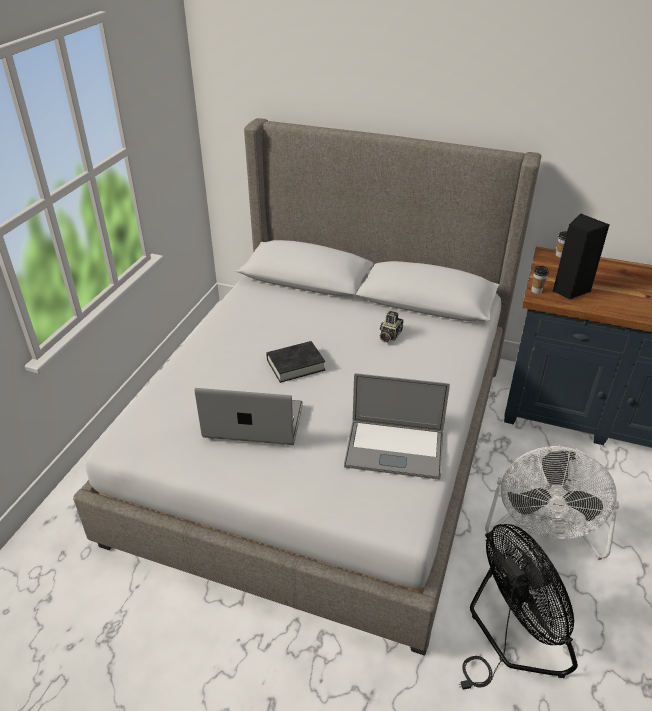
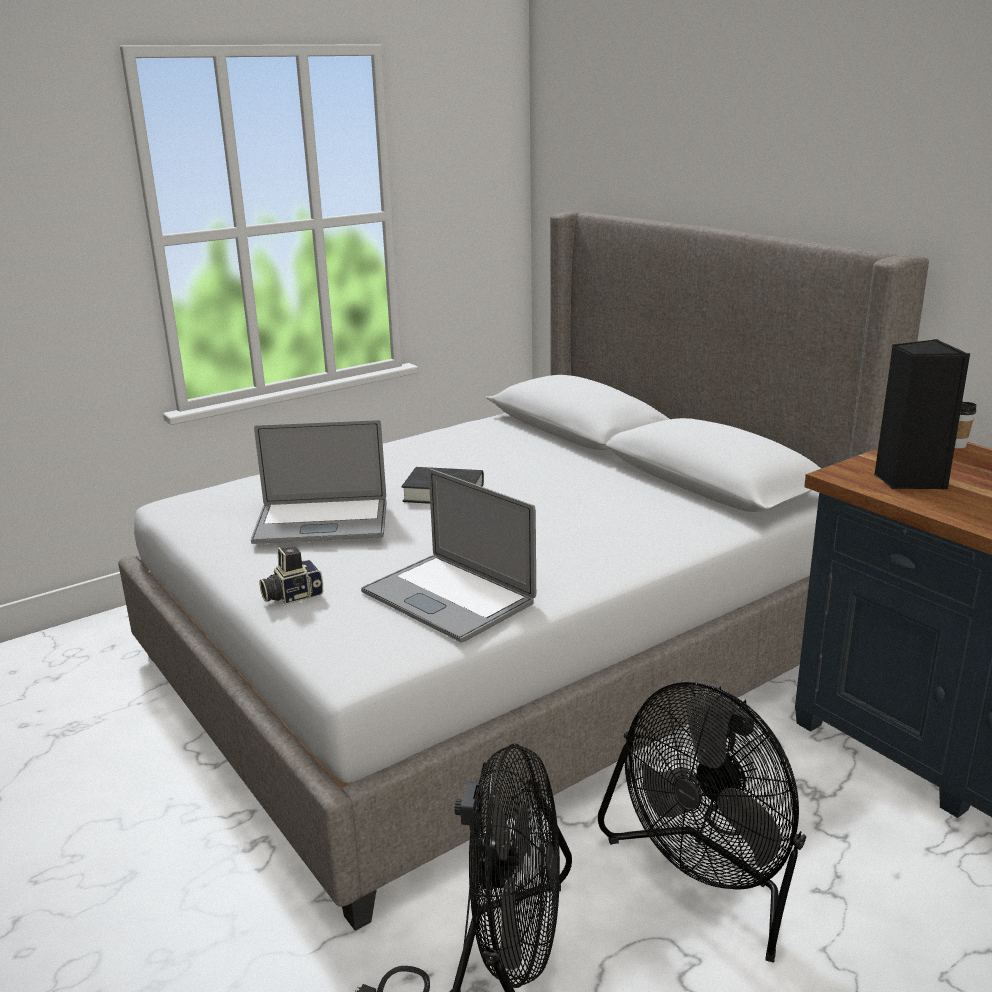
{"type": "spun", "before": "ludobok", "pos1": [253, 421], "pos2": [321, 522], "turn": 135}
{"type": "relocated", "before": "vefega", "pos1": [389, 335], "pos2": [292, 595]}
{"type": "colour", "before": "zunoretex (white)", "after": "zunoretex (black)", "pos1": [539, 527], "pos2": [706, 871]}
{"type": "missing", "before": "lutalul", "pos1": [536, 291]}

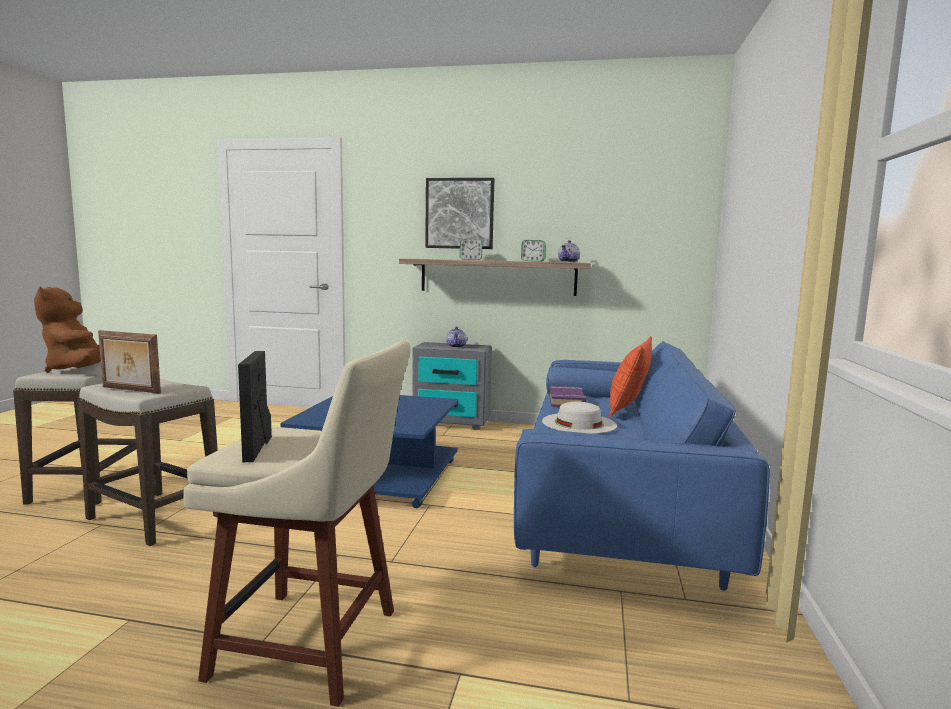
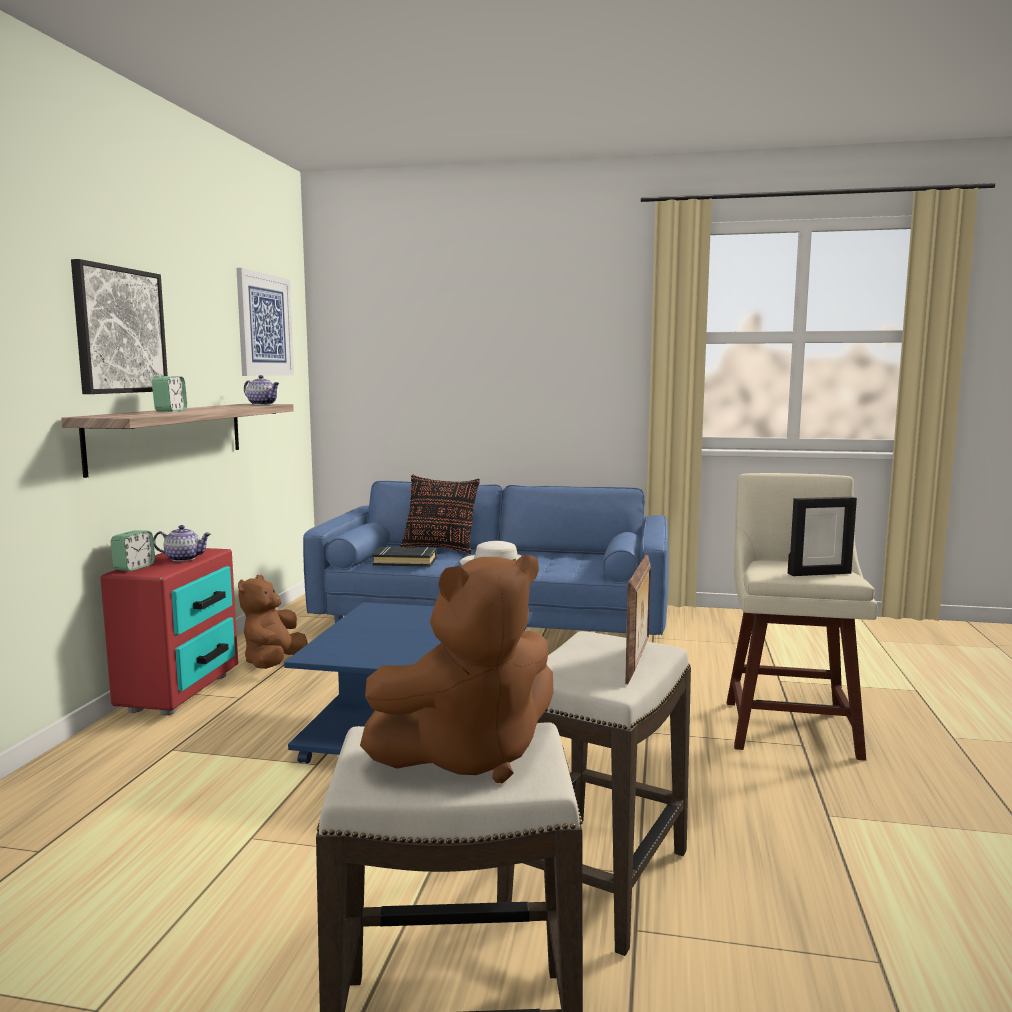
{"type": "colour", "before": "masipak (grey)", "after": "masipak (red)", "pos1": [451, 424], "pos2": [182, 693]}
{"type": "relocated", "before": "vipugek", "pos1": [533, 261], "pos2": [134, 567]}
{"type": "appeared", "after": "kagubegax", "pos2": [264, 325]}
{"type": "appeared", "after": "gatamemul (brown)", "pos2": [273, 664]}
{"type": "colour", "before": "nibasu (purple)", "after": "nibasu (black)", "pos1": [566, 401], "pos2": [405, 561]}
{"type": "colour", "before": "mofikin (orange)", "after": "mofikin (black)", "pos1": [627, 410], "pos2": [440, 549]}

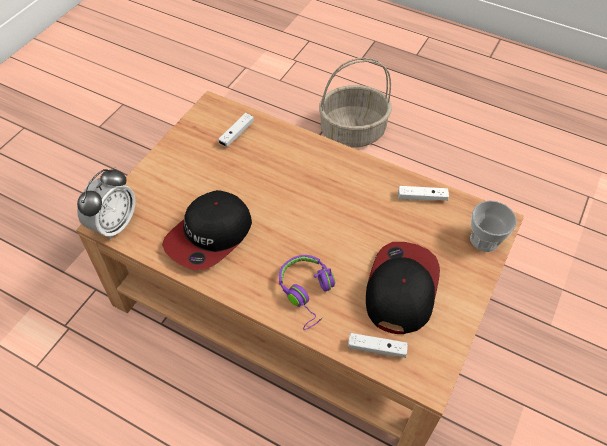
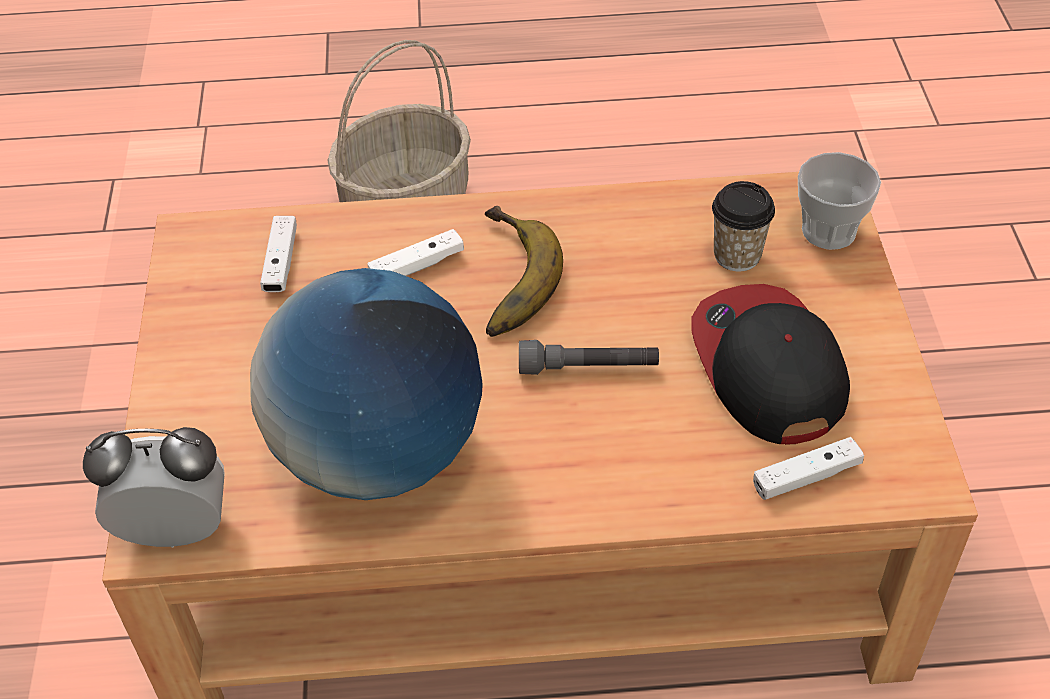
{"type": "spun", "before": "vipugek", "pos1": [114, 225], "pos2": [175, 531], "turn": -90}
{"type": "exchanged", "before": "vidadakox", "after": "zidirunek", "pos1": [210, 235], "pos2": [378, 454]}
{"type": "relocated", "before": "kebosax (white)", "pos1": [422, 197], "pos2": [417, 266]}
{"type": "appeared", "after": "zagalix", "pos2": [501, 280]}
{"type": "appeared", "after": "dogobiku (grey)", "pos2": [588, 368]}
{"type": "appeared", "after": "lutalul", "pos2": [737, 255]}
{"type": "missing", "before": "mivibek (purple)", "pos1": [307, 293]}

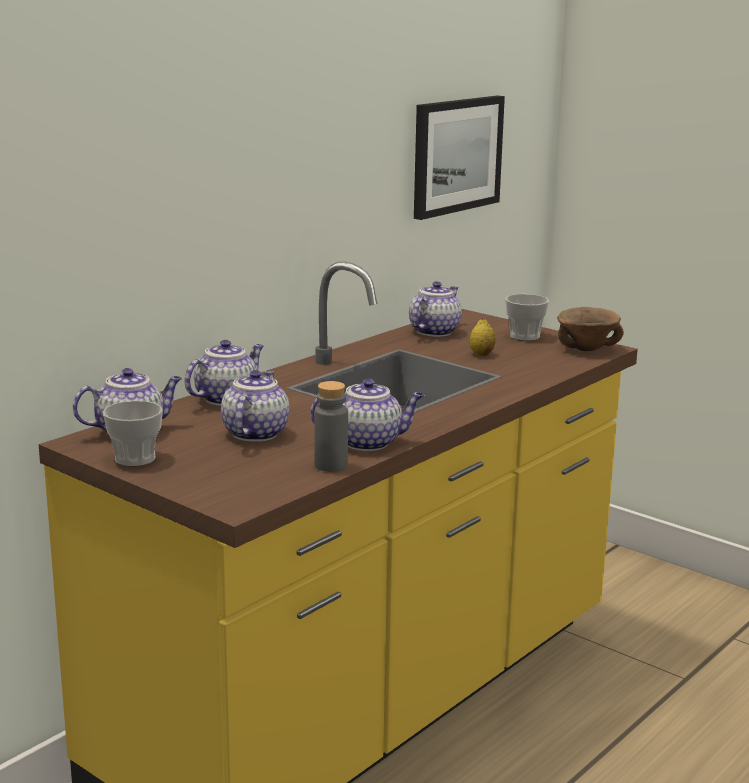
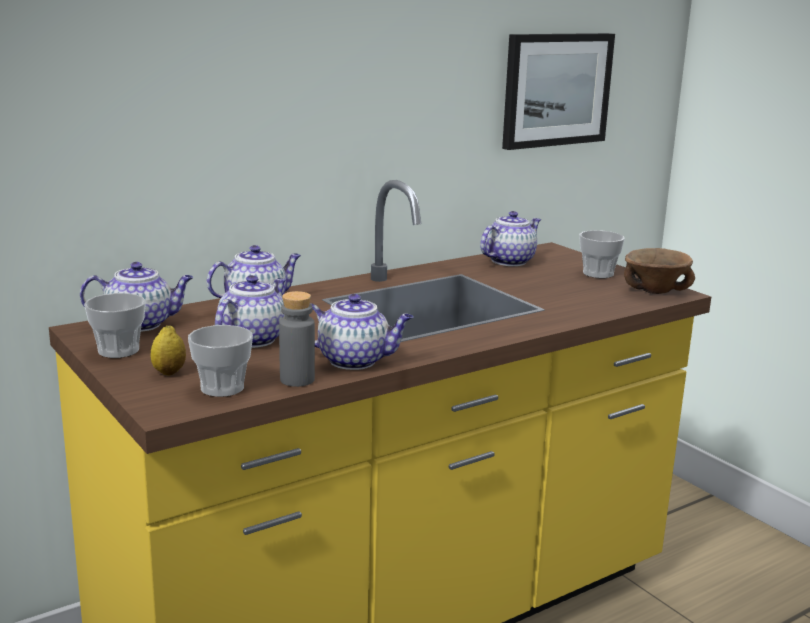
{"type": "relocated", "before": "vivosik", "pos1": [481, 354], "pos2": [169, 372]}
{"type": "appeared", "after": "lutalul", "pos2": [222, 388]}

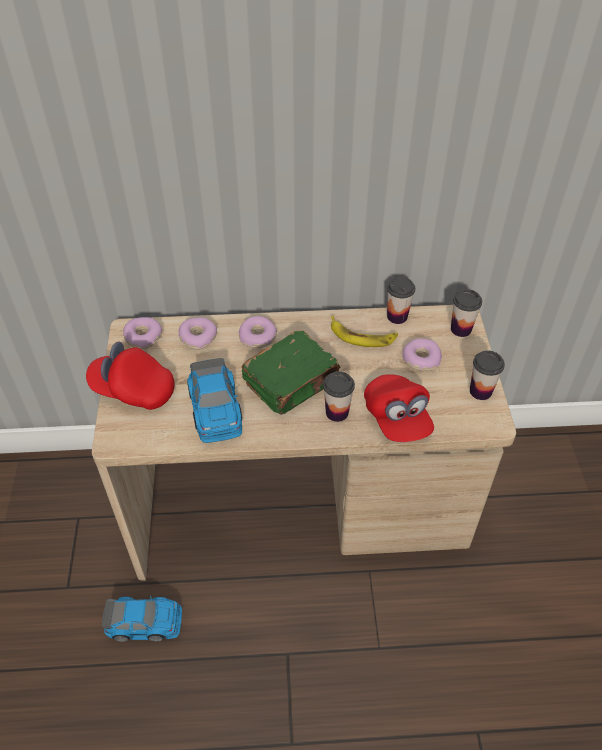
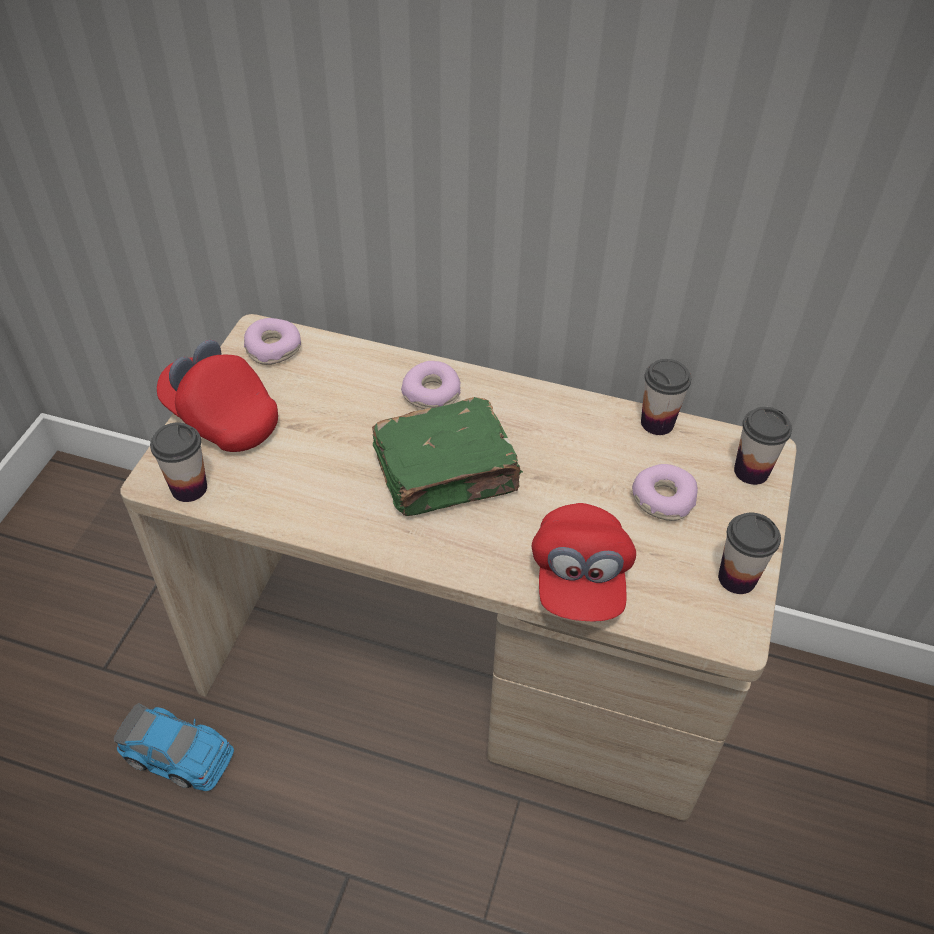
{"type": "relocated", "before": "lutalul", "pos1": [337, 412], "pos2": [189, 488]}
{"type": "missing", "before": "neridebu", "pos1": [198, 337]}
{"type": "missing", "before": "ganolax", "pos1": [215, 409]}
{"type": "missing", "before": "zagalix", "pos1": [362, 336]}

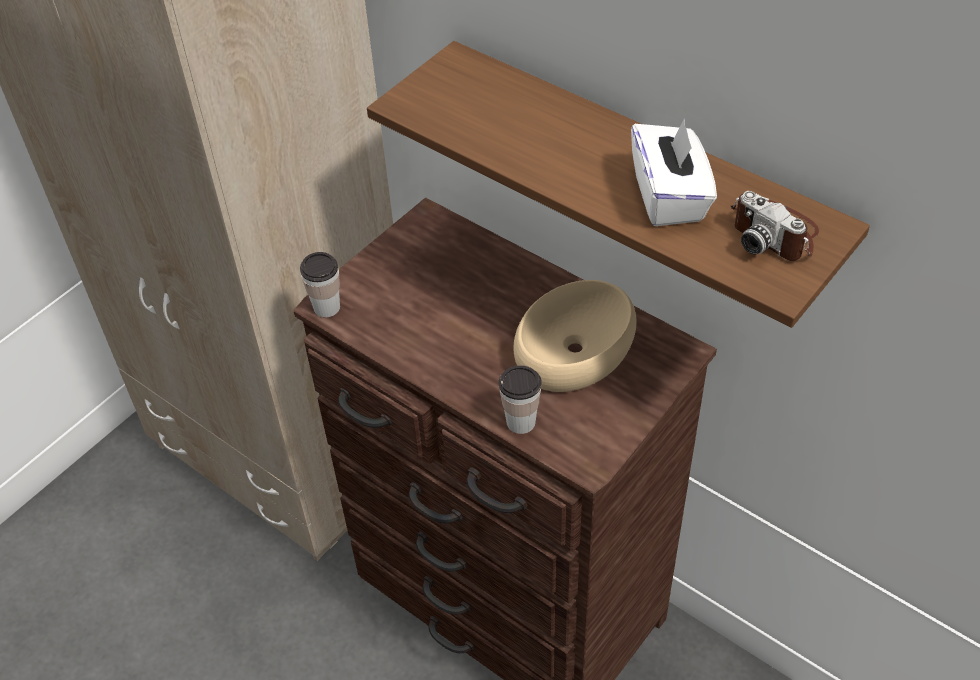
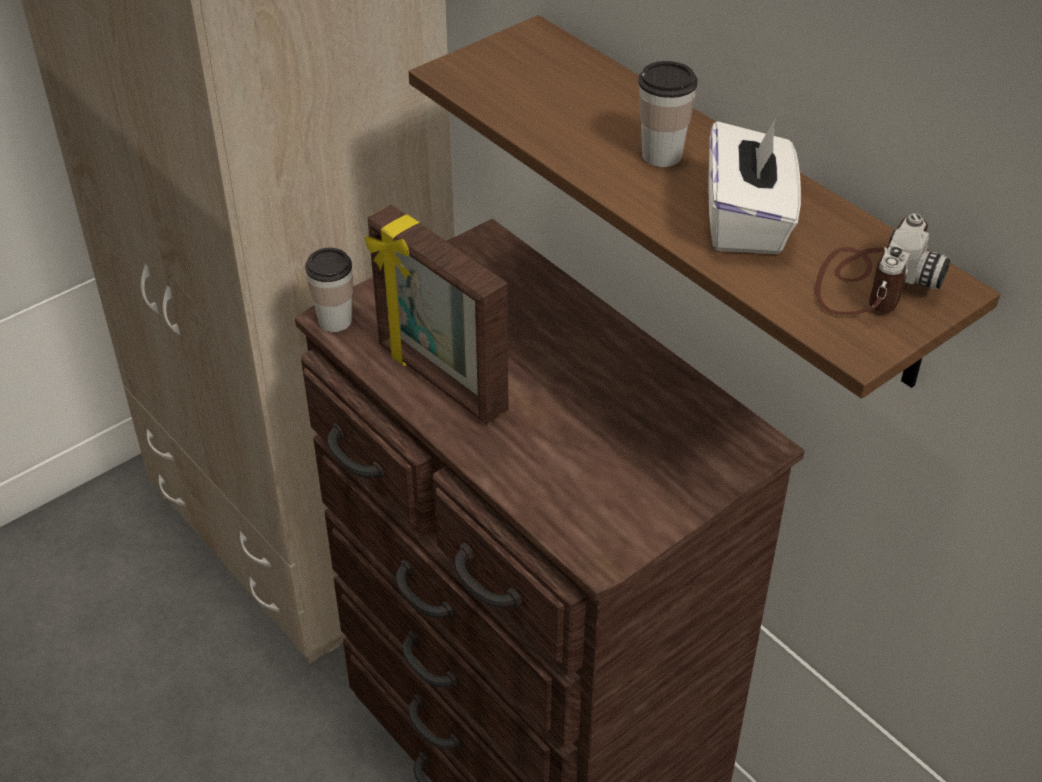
{"type": "appeared", "after": "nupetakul", "pos2": [440, 379]}
{"type": "relocated", "before": "lutalul", "pos1": [520, 422], "pos2": [661, 155]}
{"type": "spun", "before": "vefega", "pos1": [774, 233], "pos2": [870, 282], "turn": -120}
{"type": "missing", "before": "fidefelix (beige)", "pos1": [575, 351]}

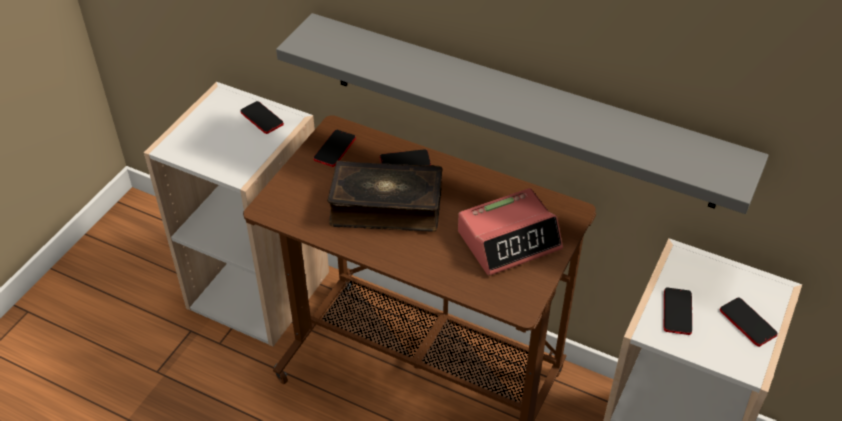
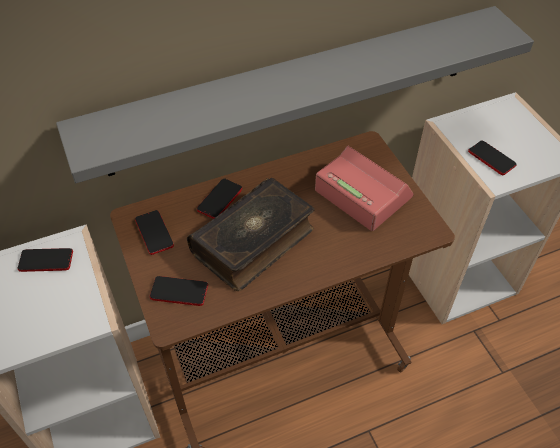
{"type": "relocated", "before": "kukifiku", "pos1": [747, 322], "pos2": [179, 292]}
{"type": "spun", "before": "vipugek", "pos1": [509, 240], "pos2": [362, 194], "turn": -60}

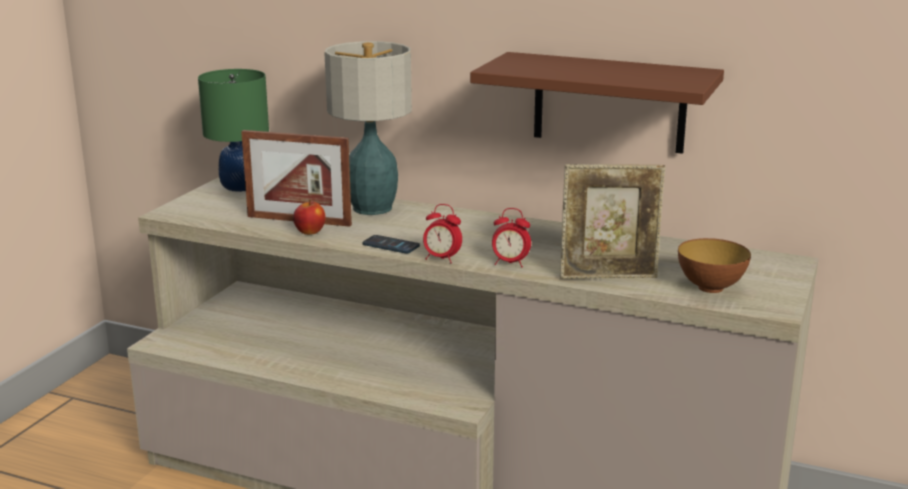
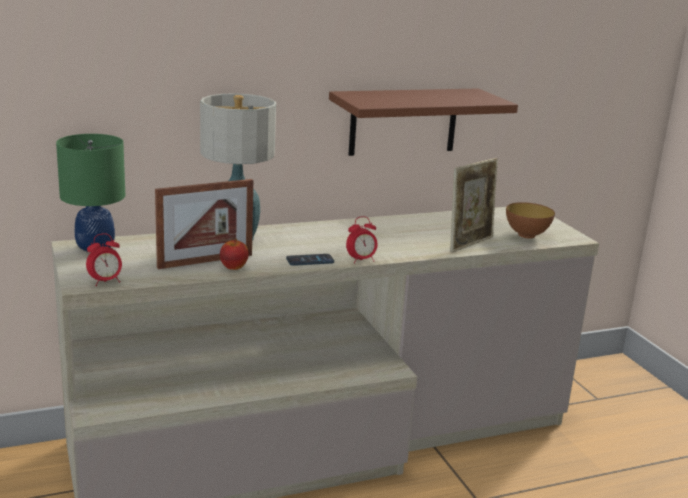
{"type": "relocated", "before": "vipugek", "pos1": [510, 263], "pos2": [105, 282]}

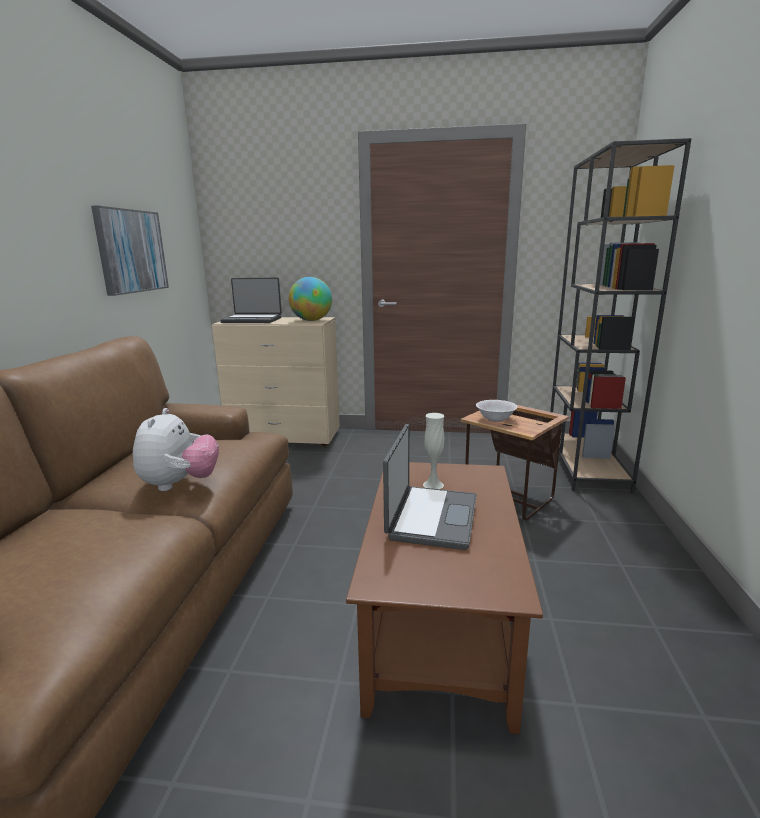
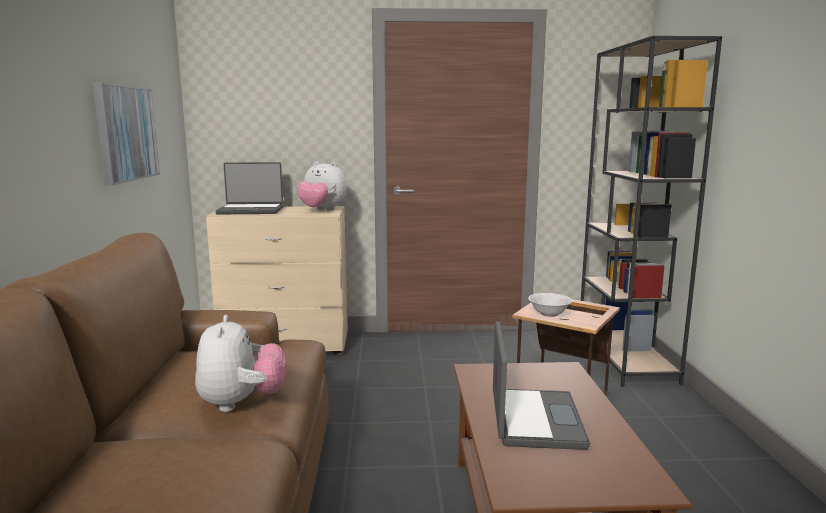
{"type": "exchanged", "before": "zidirunek", "after": "gatamemul", "pos1": [311, 320], "pos2": [322, 210]}
{"type": "missing", "before": "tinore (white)", "pos1": [433, 485]}

